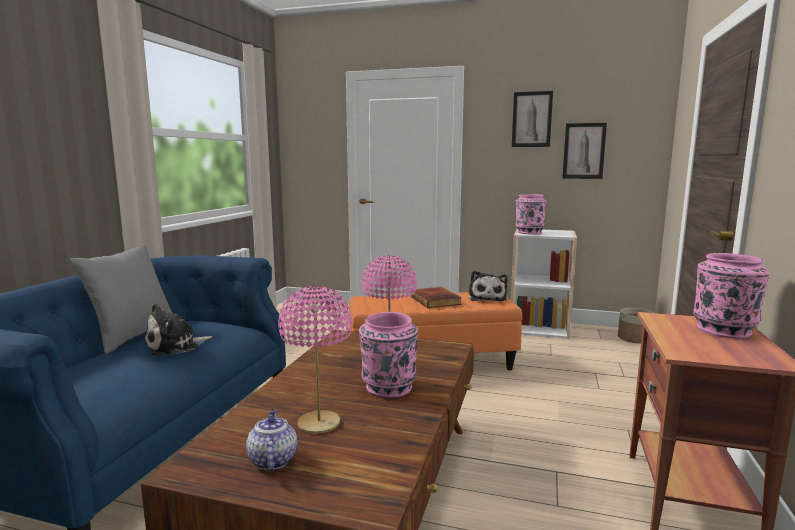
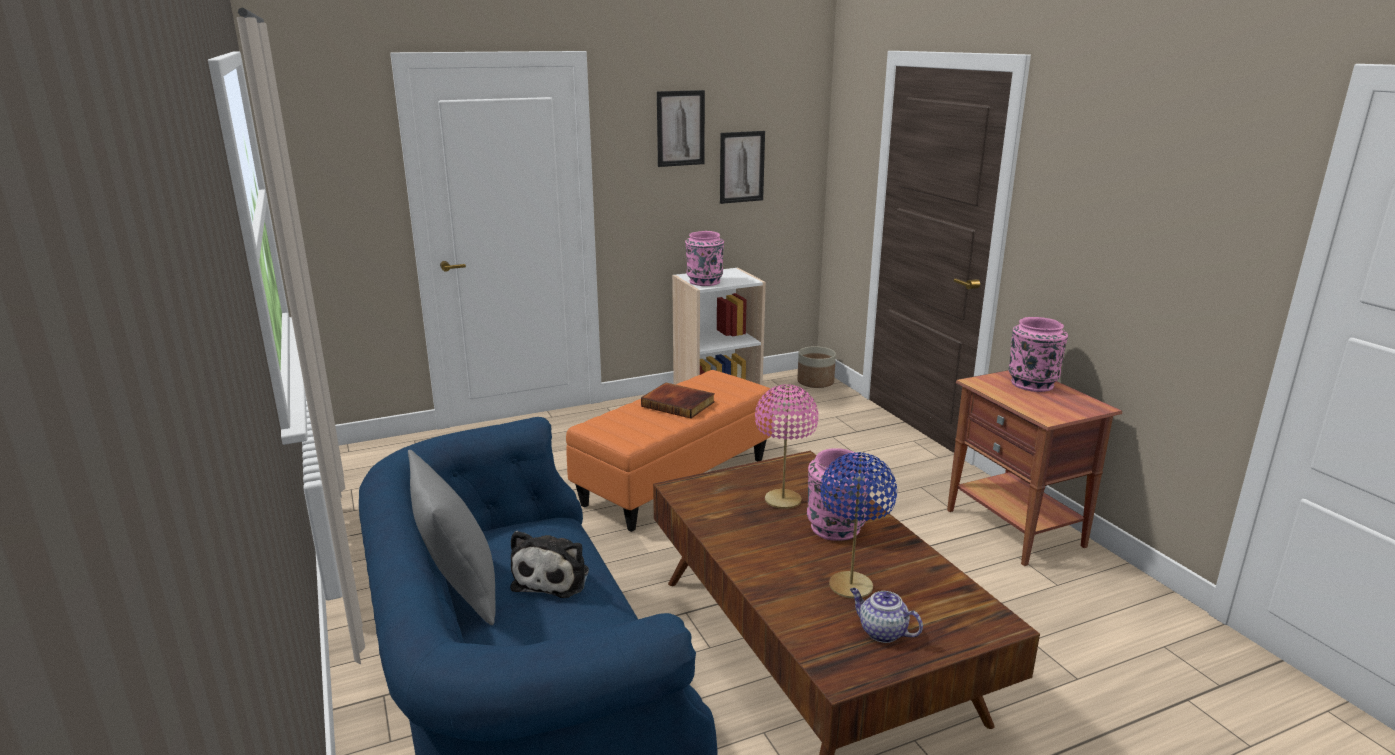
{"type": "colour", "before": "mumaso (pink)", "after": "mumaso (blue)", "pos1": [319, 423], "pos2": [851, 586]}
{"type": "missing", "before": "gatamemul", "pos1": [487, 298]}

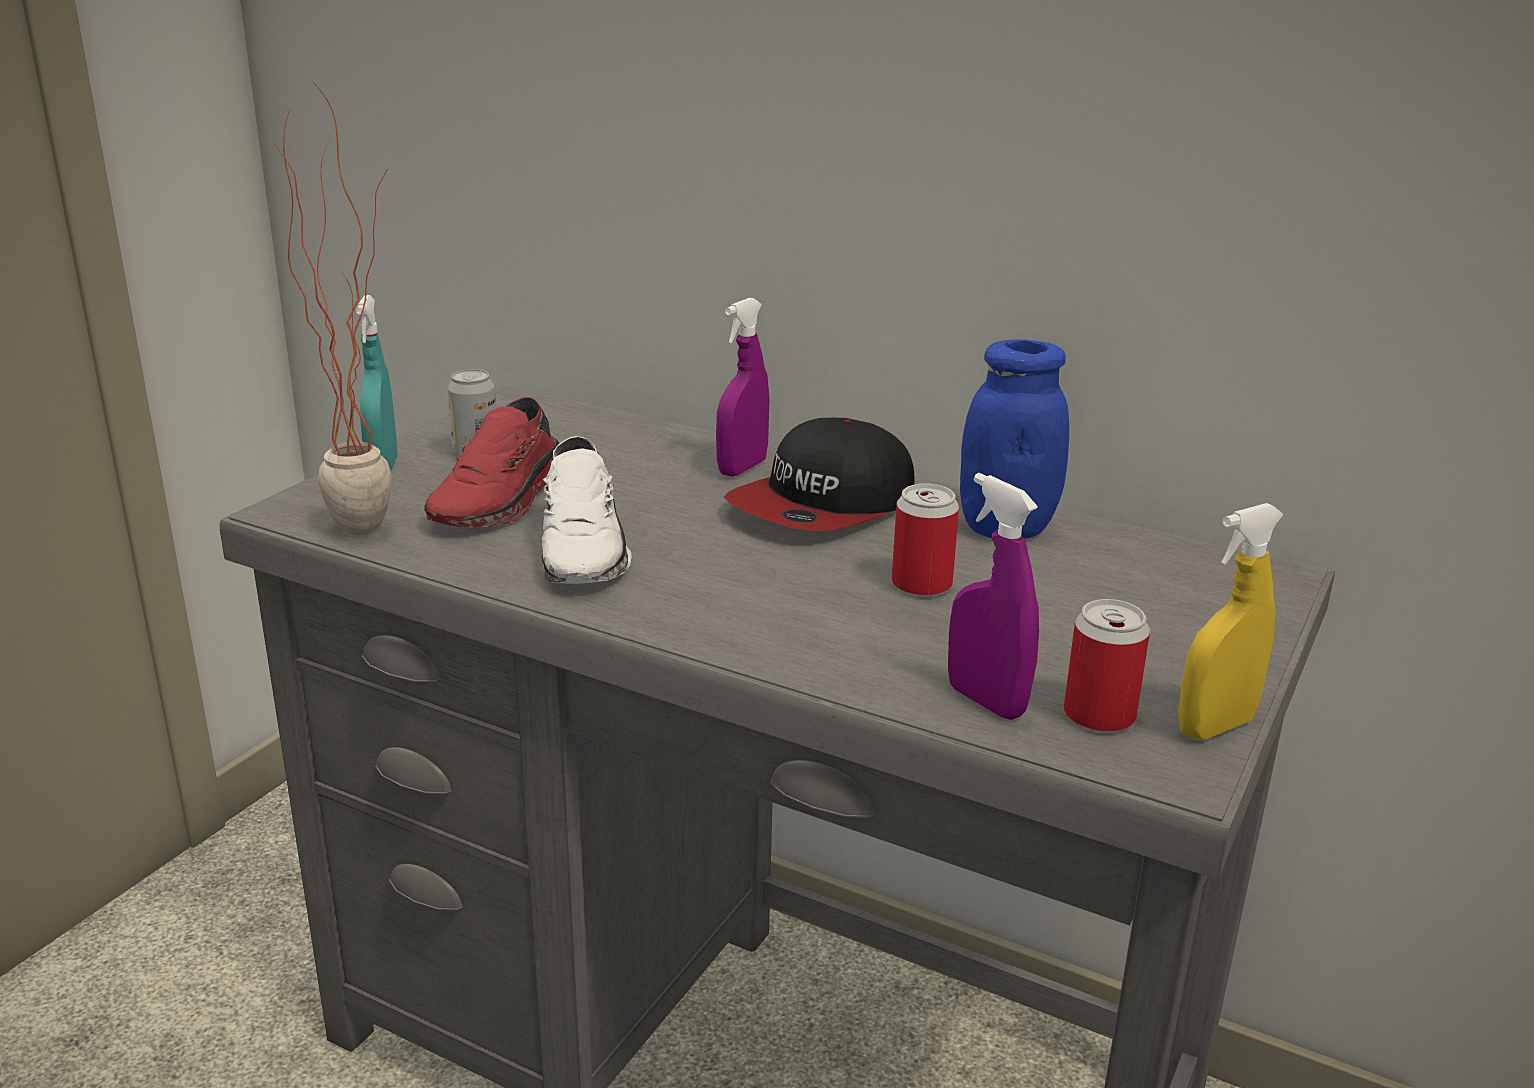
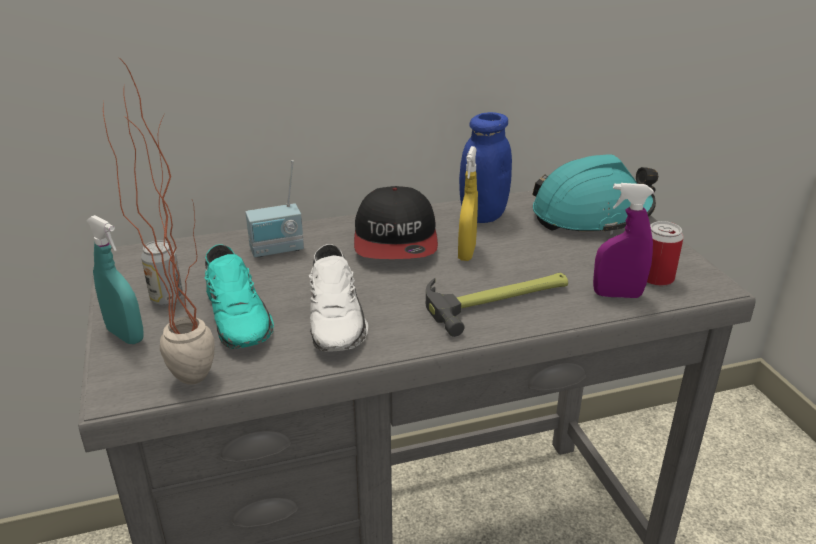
{"type": "colour", "before": "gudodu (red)", "after": "gudodu (turquoise)", "pos1": [502, 500], "pos2": [240, 317]}
{"type": "appeared", "after": "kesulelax", "pos2": [277, 251]}
{"type": "spun", "before": "gudodu (white)", "pos1": [586, 549], "pos2": [338, 319], "turn": 45}
{"type": "appeared", "after": "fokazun", "pos2": [500, 300]}
{"type": "relocated", "before": "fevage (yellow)", "pos1": [1215, 727], "pos2": [466, 253]}
{"type": "appeared", "after": "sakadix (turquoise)", "pos2": [591, 215]}
{"type": "missing", "before": "fevage (purple)", "pos1": [742, 468]}
{"type": "missing", "before": "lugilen", "pos1": [921, 584]}

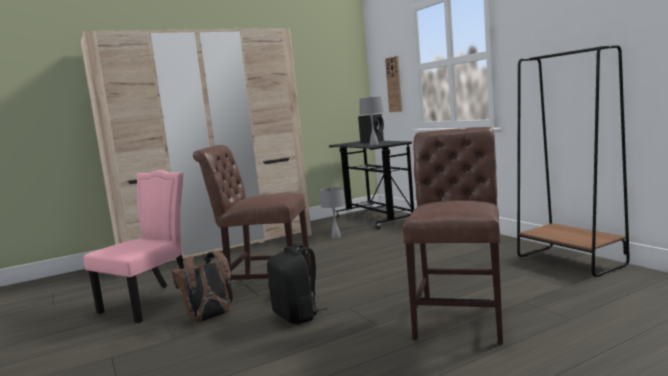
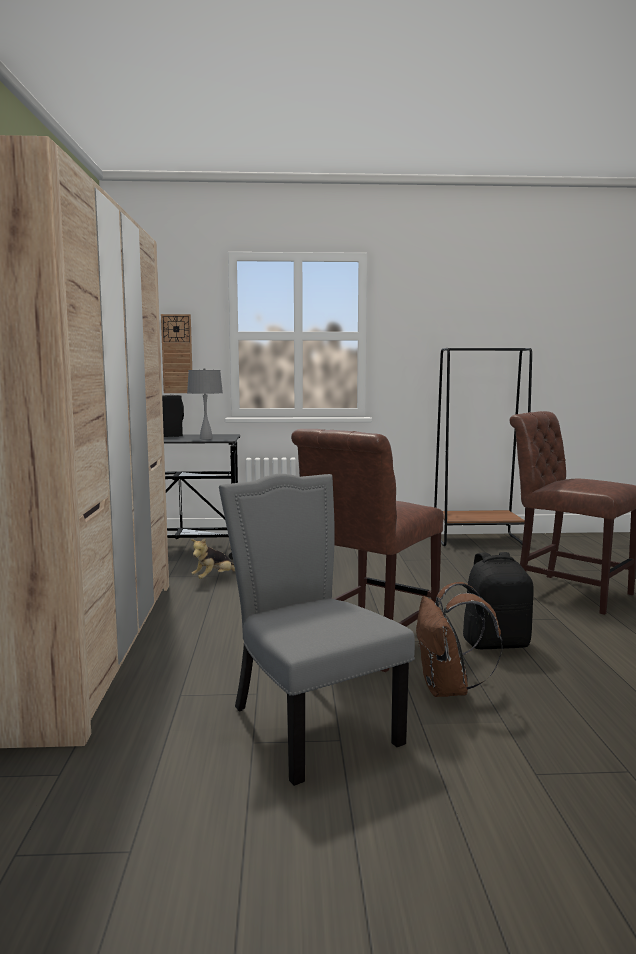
{"type": "exchanged", "before": "mumaso (grey)", "after": "gatamemul", "pos1": [336, 236], "pos2": [214, 578]}
{"type": "colour", "before": "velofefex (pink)", "after": "velofefex (grey)", "pos1": [149, 303], "pos2": [313, 729]}

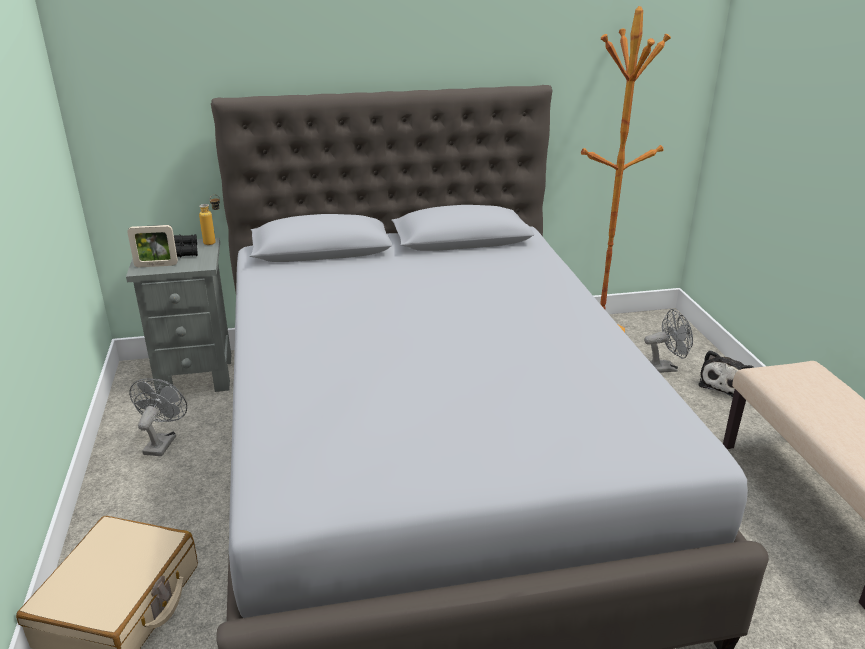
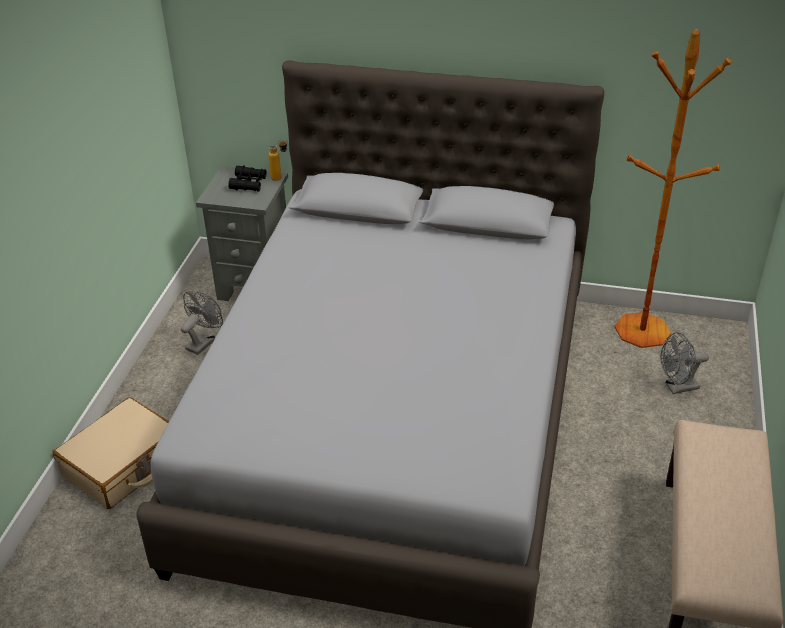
{"type": "spun", "before": "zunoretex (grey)", "pos1": [665, 368], "pos2": [677, 387], "turn": 150}
{"type": "missing", "before": "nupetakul", "pos1": [156, 265]}
{"type": "missing", "before": "gatamemul", "pos1": [725, 384]}

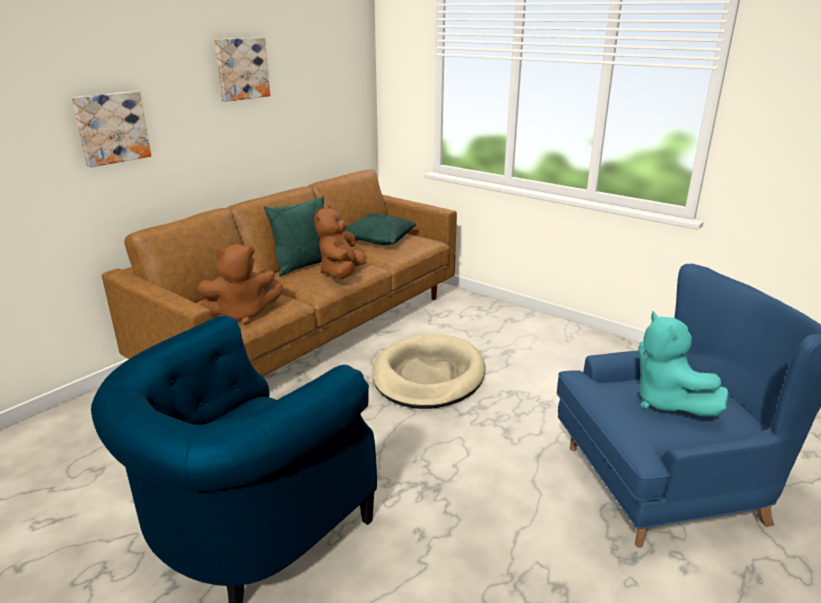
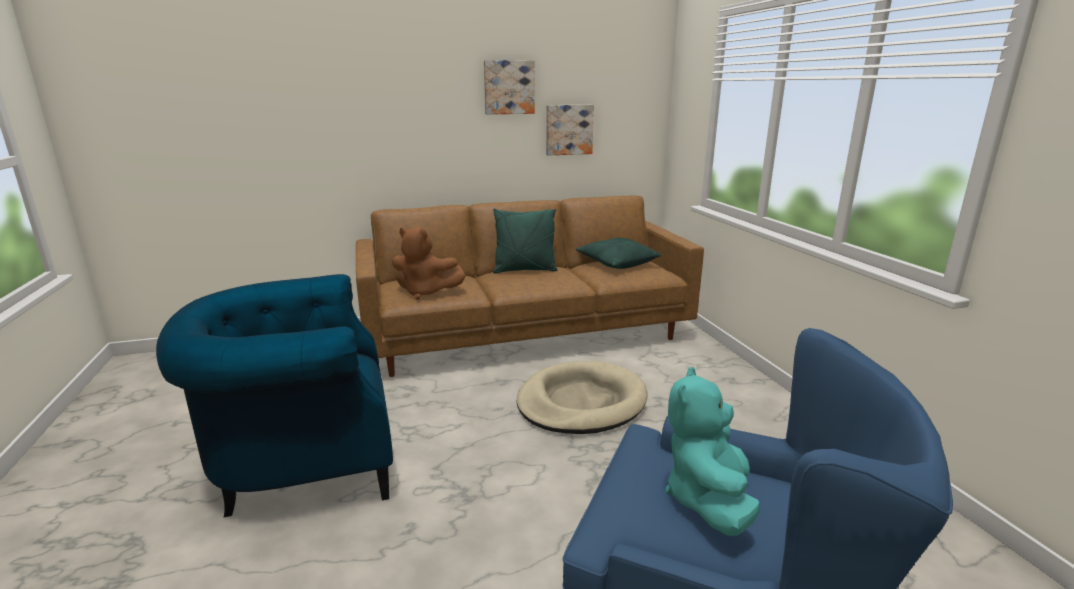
{"type": "relocated", "before": "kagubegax", "pos1": [111, 128], "pos2": [568, 129]}
{"type": "missing", "before": "gatamemul (brown)", "pos1": [341, 274]}

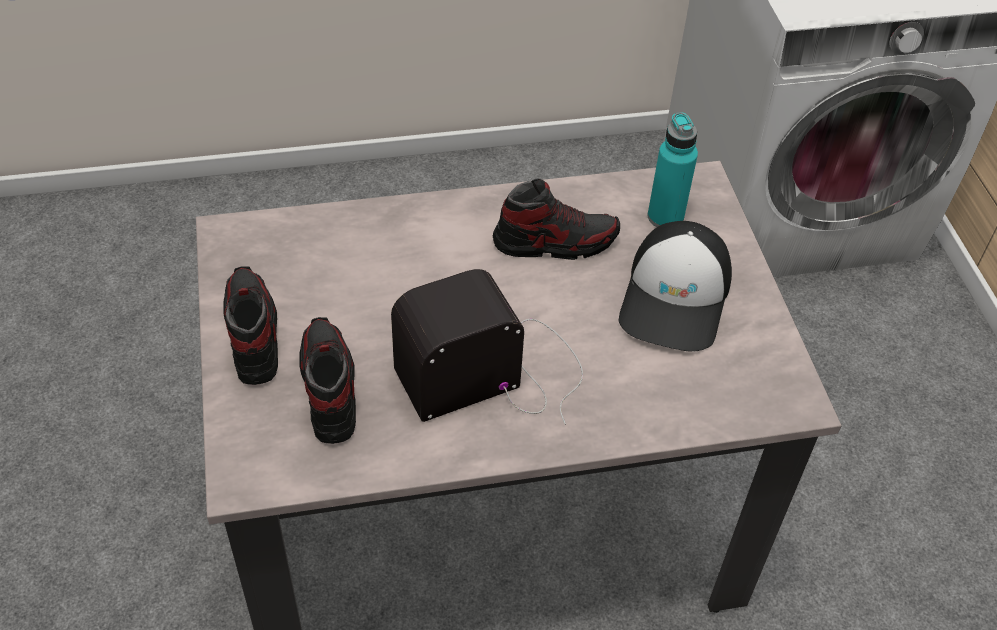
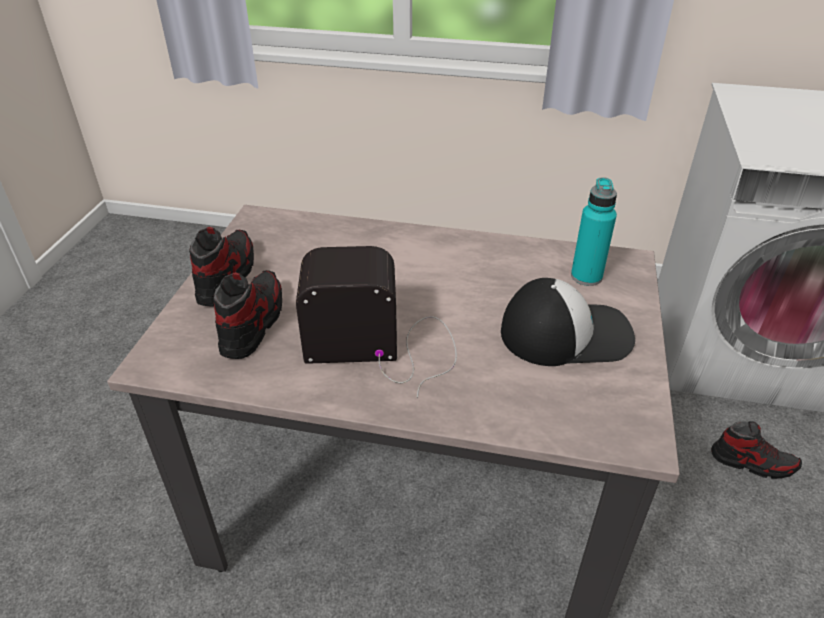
{"type": "spun", "before": "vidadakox", "pos1": [676, 298], "pos2": [566, 333], "turn": -135}
{"type": "relocated", "before": "gudodu", "pos1": [555, 242], "pos2": [752, 462]}

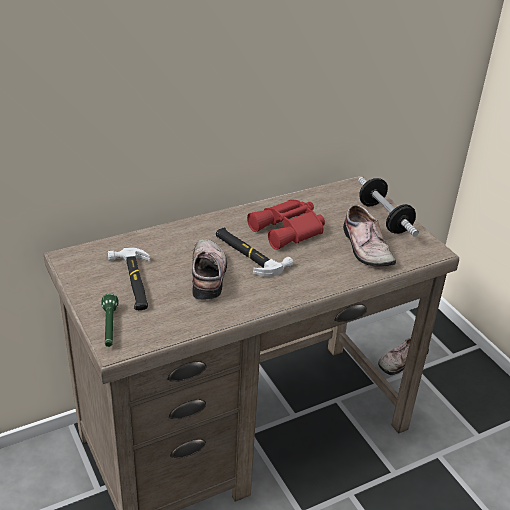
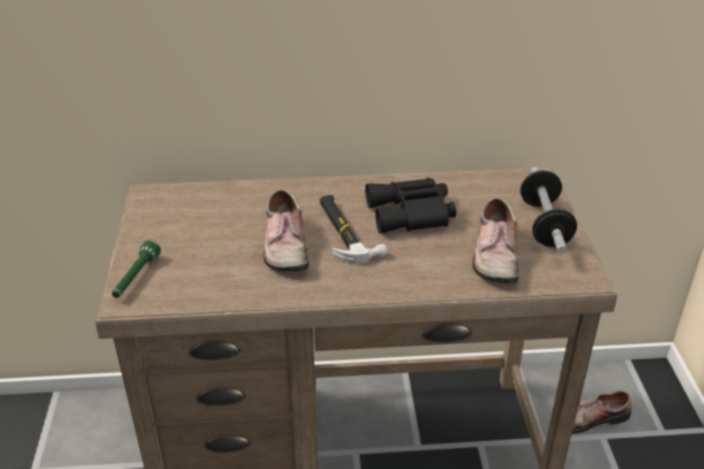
{"type": "spun", "before": "gudodu", "pos1": [209, 275], "pos2": [283, 245], "turn": 150}
{"type": "colour", "before": "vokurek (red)", "after": "vokurek (black)", "pos1": [289, 230], "pos2": [412, 214]}
{"type": "missing", "before": "fokazun", "pos1": [133, 282]}

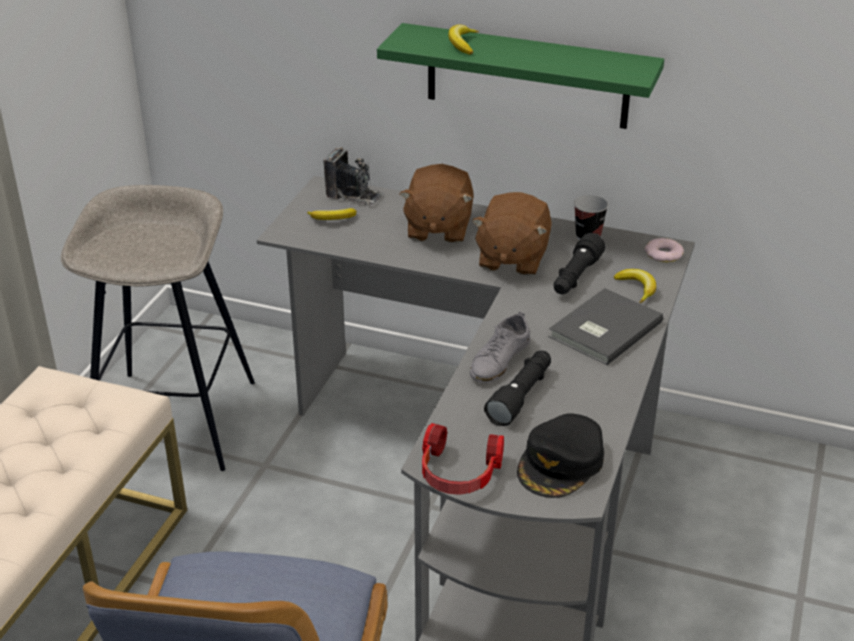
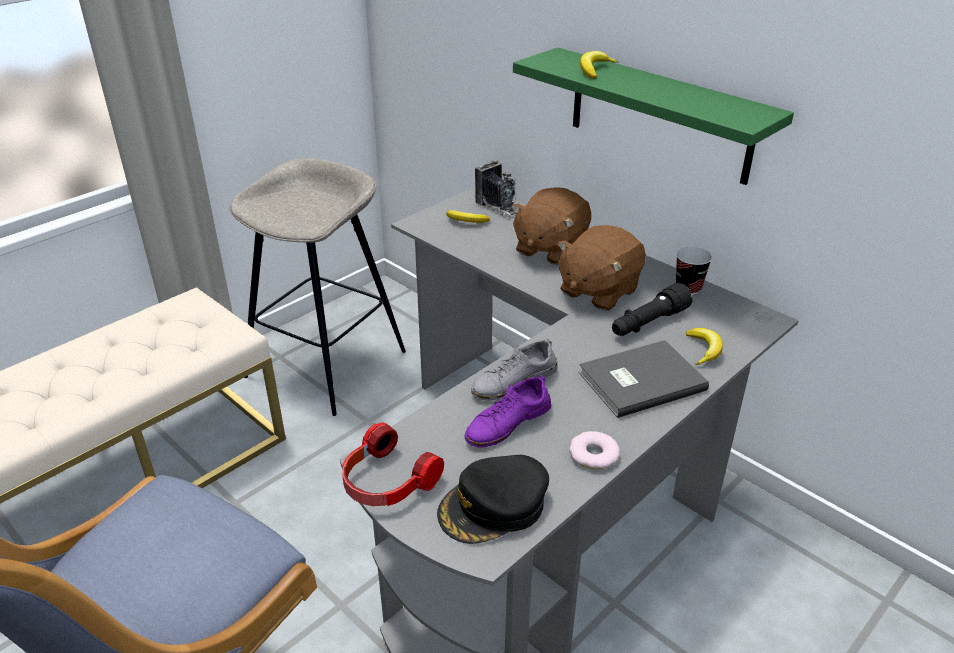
{"type": "exchanged", "before": "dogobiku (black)", "after": "gudodu (purple)", "pos1": [521, 396], "pos2": [507, 423]}
{"type": "relocated", "before": "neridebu", "pos1": [663, 254], "pos2": [593, 455]}

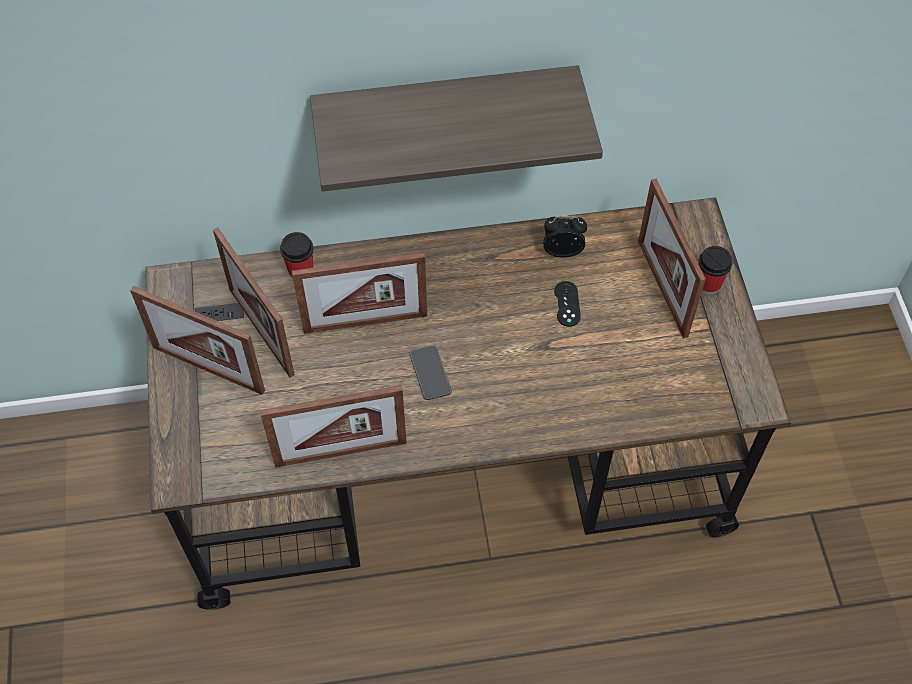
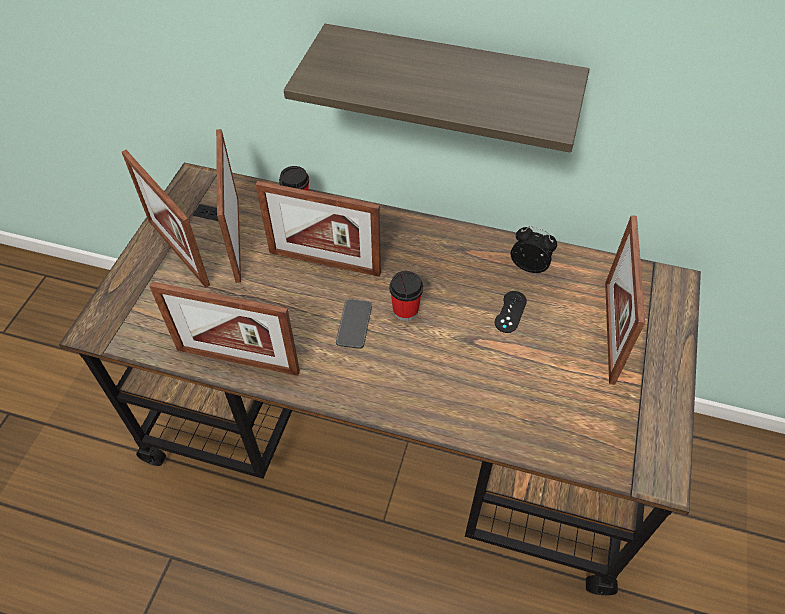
{"type": "relocated", "before": "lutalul", "pos1": [708, 284], "pos2": [405, 310]}

